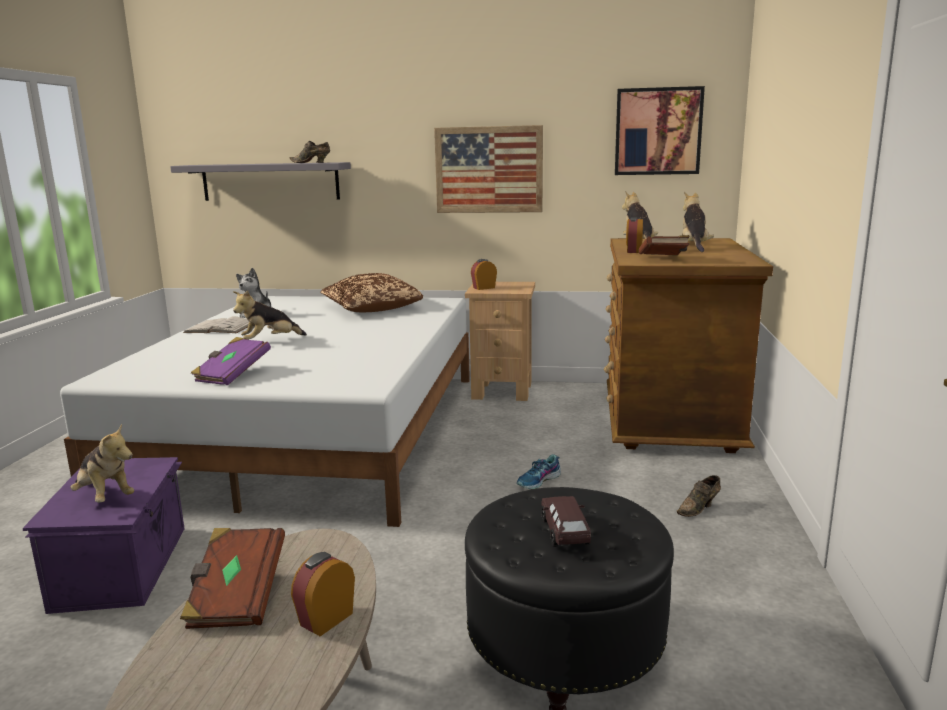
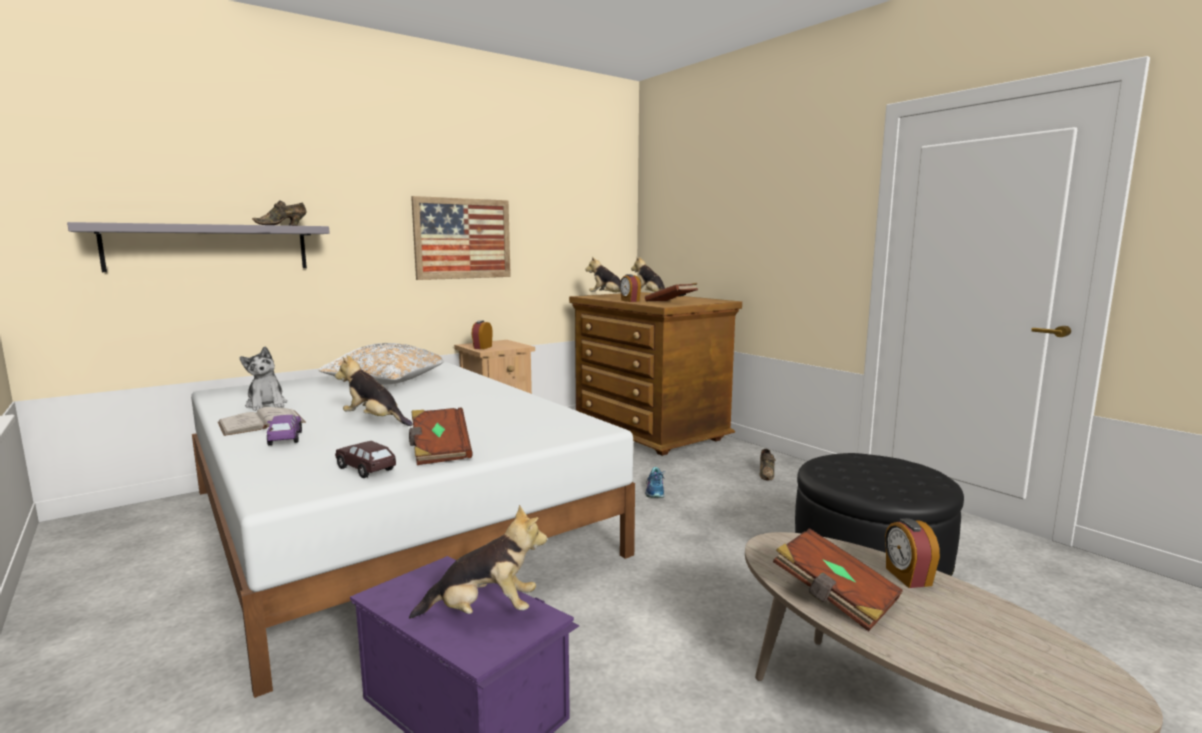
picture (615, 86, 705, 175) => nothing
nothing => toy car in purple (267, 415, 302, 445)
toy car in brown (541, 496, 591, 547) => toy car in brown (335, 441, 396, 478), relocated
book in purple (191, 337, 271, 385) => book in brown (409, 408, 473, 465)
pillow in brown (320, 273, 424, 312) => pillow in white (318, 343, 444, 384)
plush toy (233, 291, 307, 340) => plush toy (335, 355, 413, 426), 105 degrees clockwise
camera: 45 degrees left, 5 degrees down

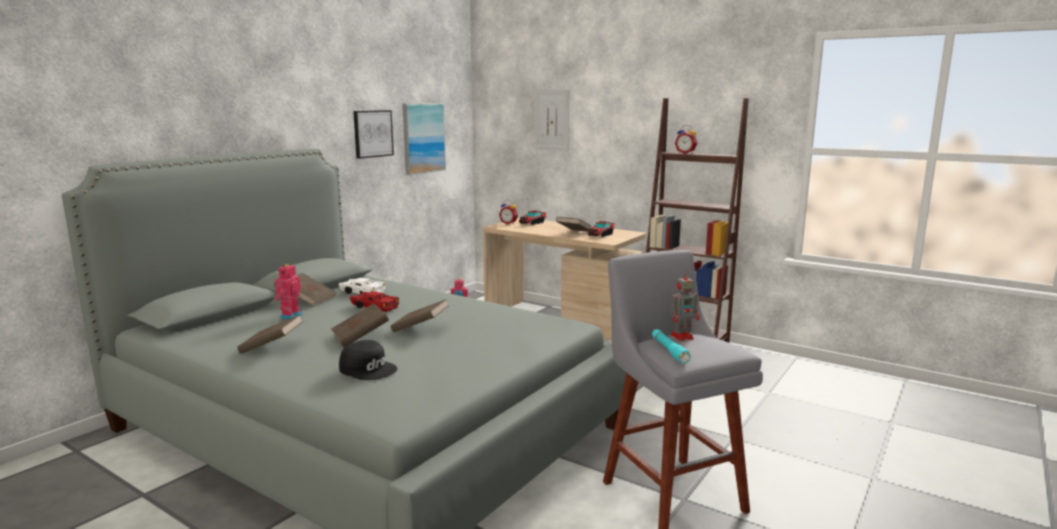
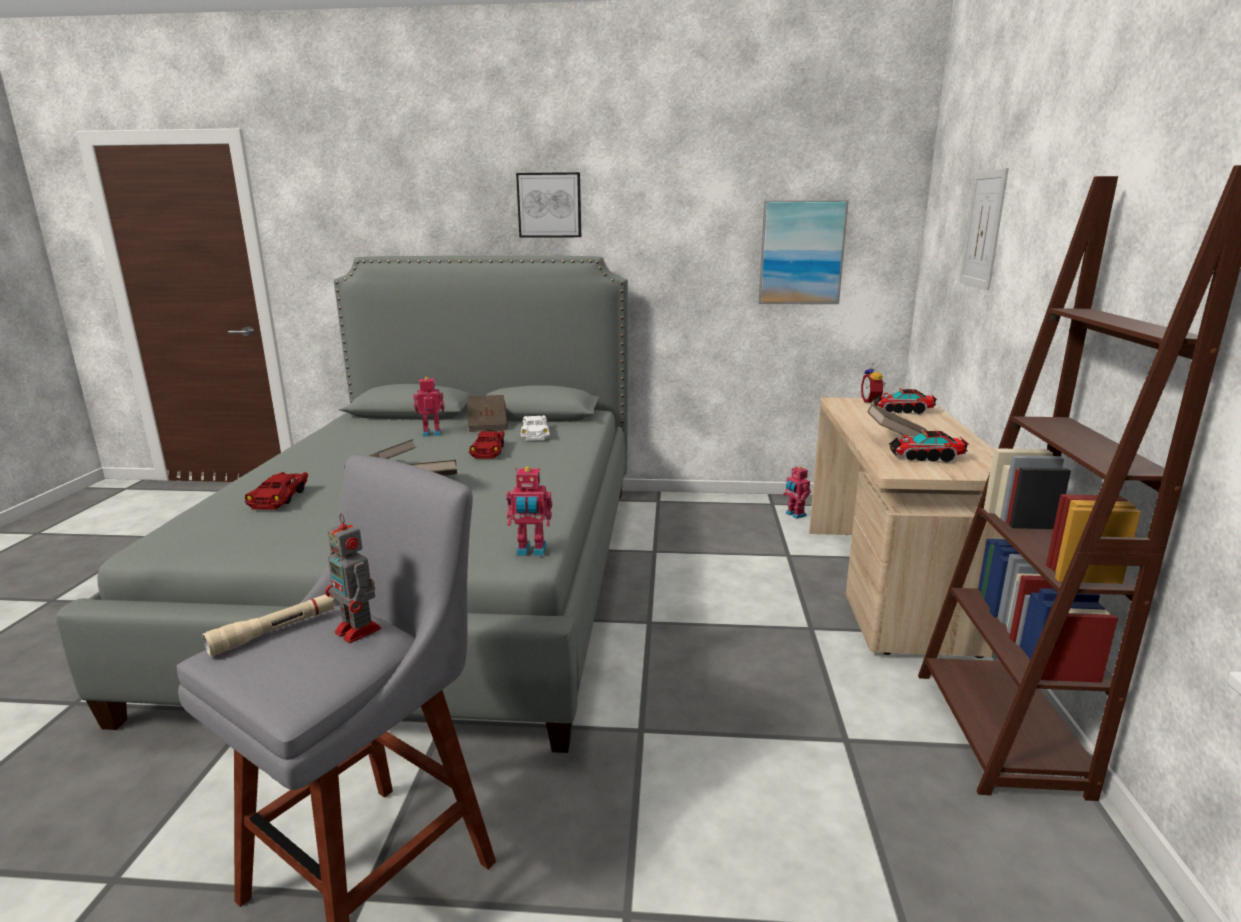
book in brown (237, 315, 304, 354) => nothing
alarm clock (675, 125, 697, 154) => nothing
nothing => toy robot (506, 467, 552, 556)
picture (353, 110, 394, 159) => picture (516, 172, 581, 238), relocated
cap in black (339, 340, 398, 380) => toy car in red (245, 472, 308, 510)
flashlight in turquoise (652, 329, 691, 364) => flashlight in beige (203, 594, 335, 656)
camera: 60 degrees right, 5 degrees up

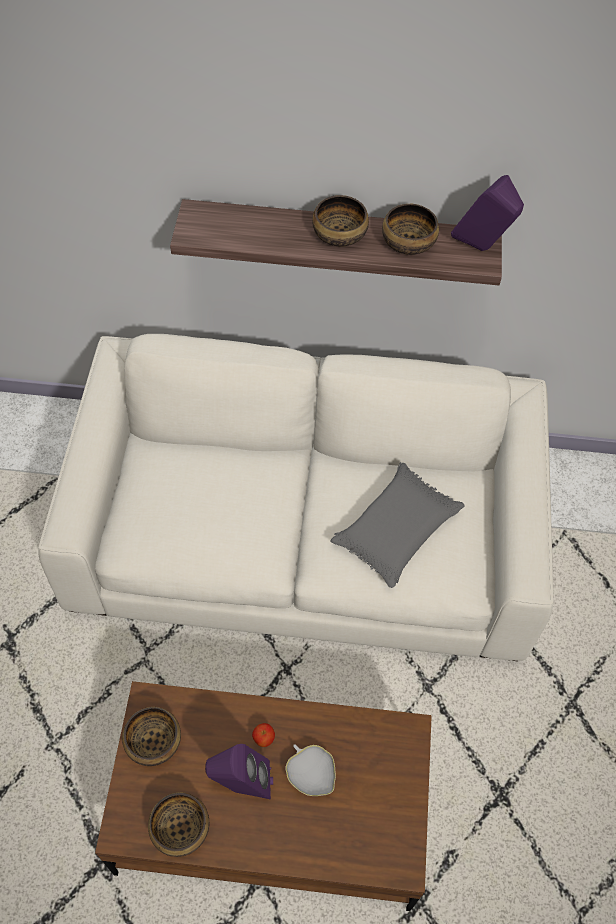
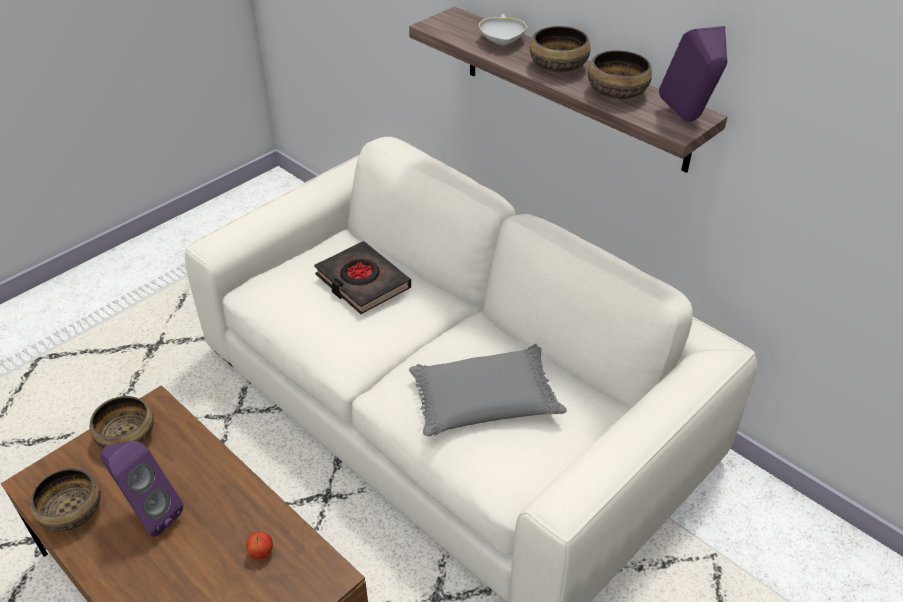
nothing => book in black (314, 241, 411, 314)
apple (252, 723, 275, 747) => apple (246, 532, 273, 559), relocated
bowl in white (285, 744, 336, 796) => bowl in white (479, 14, 527, 45), relocated
camera: 40 degrees right, 15 degrees down

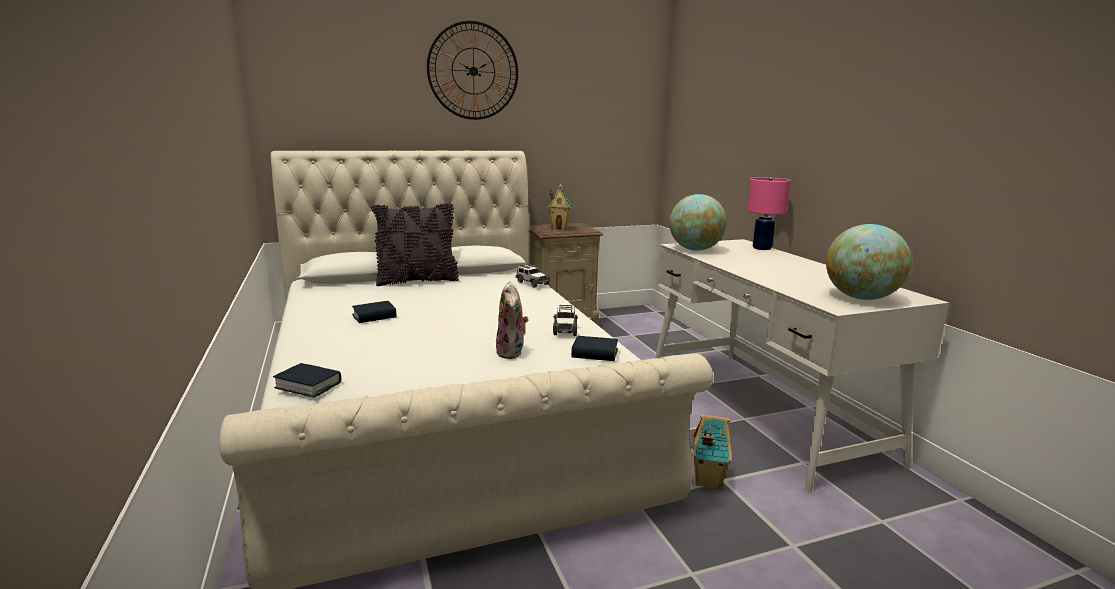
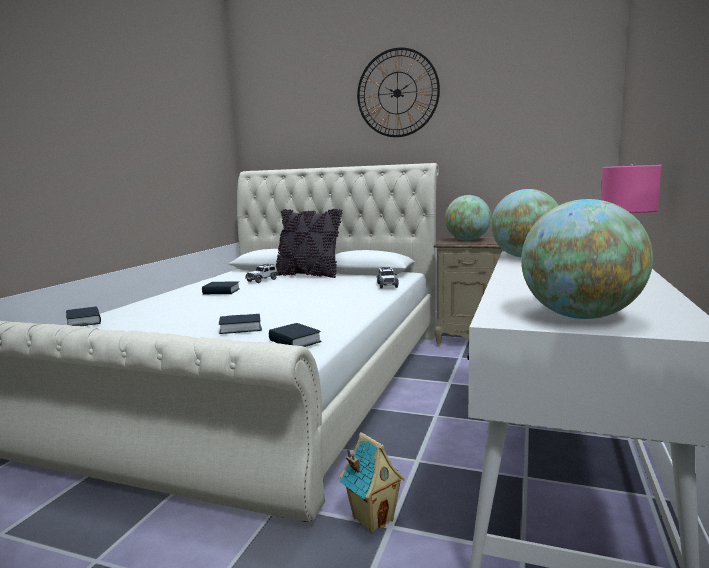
toy car (553, 304, 578, 336) => toy car (245, 264, 279, 283), relocated
plush toy (496, 281, 529, 359) => book (219, 314, 262, 334)
toy house (547, 184, 573, 230) => globe (445, 195, 491, 241)
camera: 40 degrees right, 5 degrees down

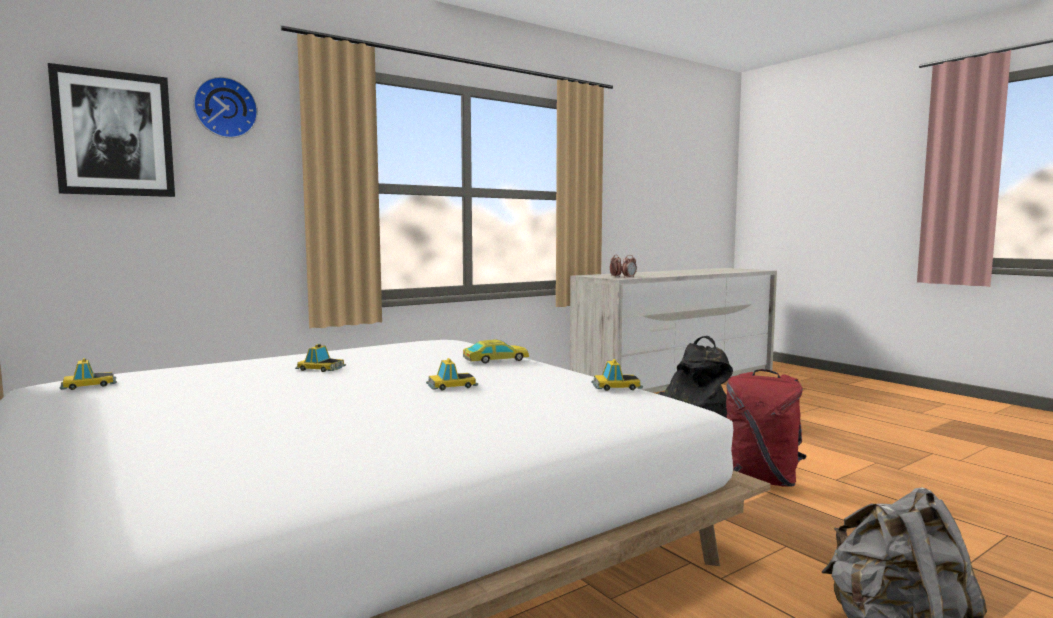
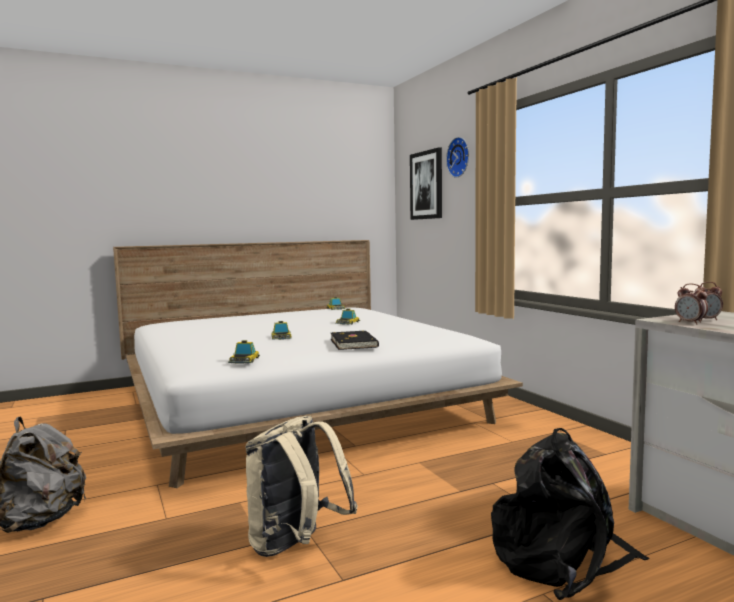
toy car (463, 339, 529, 364) => book in black (330, 330, 379, 350)
backpack in red (726, 369, 807, 487) => backpack in beige (245, 415, 358, 557)
camera: 100 degrees right, 0 degrees up

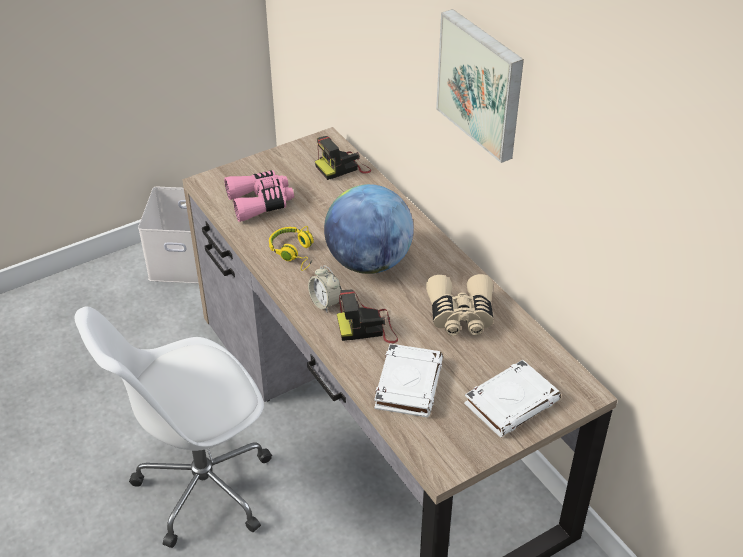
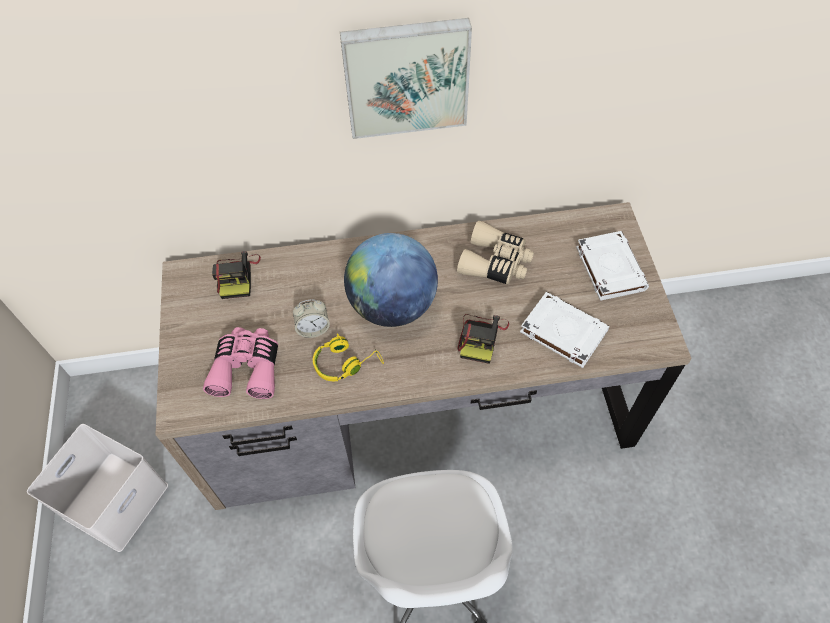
alarm clock (308, 265, 341, 312) => alarm clock (293, 299, 330, 338), relocated
camera: 65 degrees left, 15 degrees up

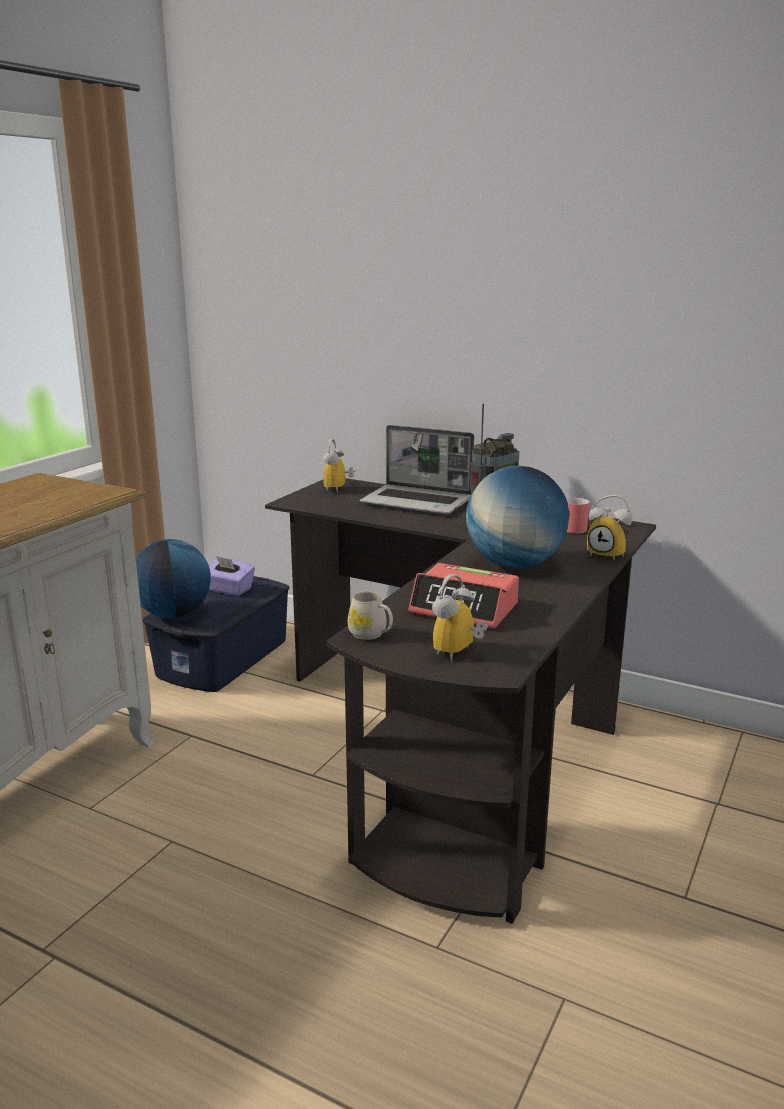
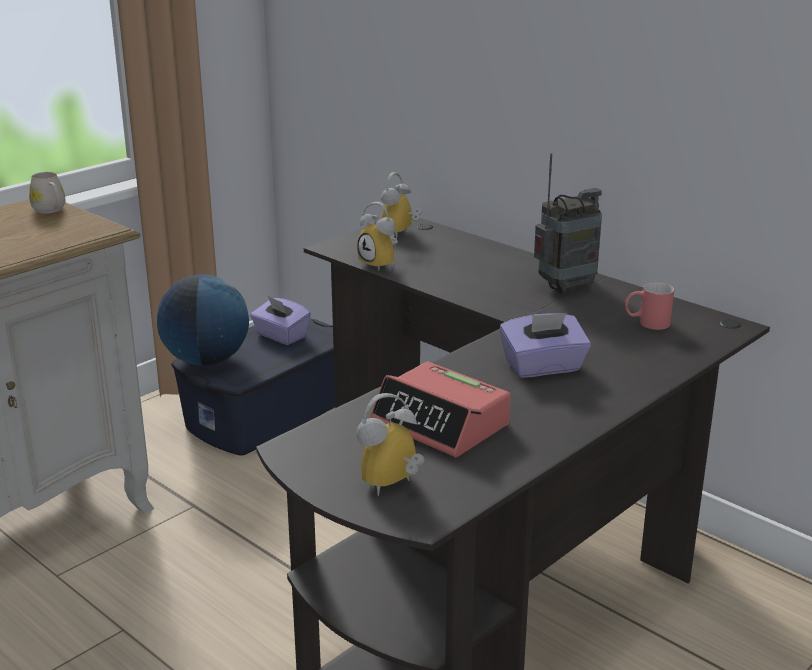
laptop (360, 425, 474, 515) => nothing
mug in white (348, 592, 393, 640) => mug in white (29, 172, 65, 213), relocated
alarm clock (587, 495, 632, 560) => alarm clock (357, 202, 398, 271), relocated
globe (466, 466, 569, 568) => tissue box in purple (500, 313, 591, 378)
camera: 15 degrees right, 5 degrees up

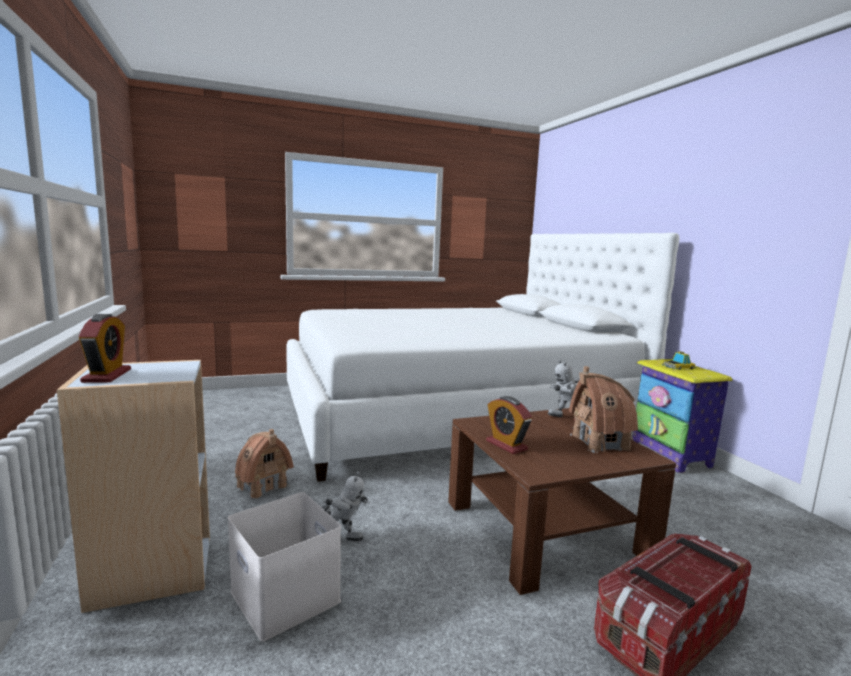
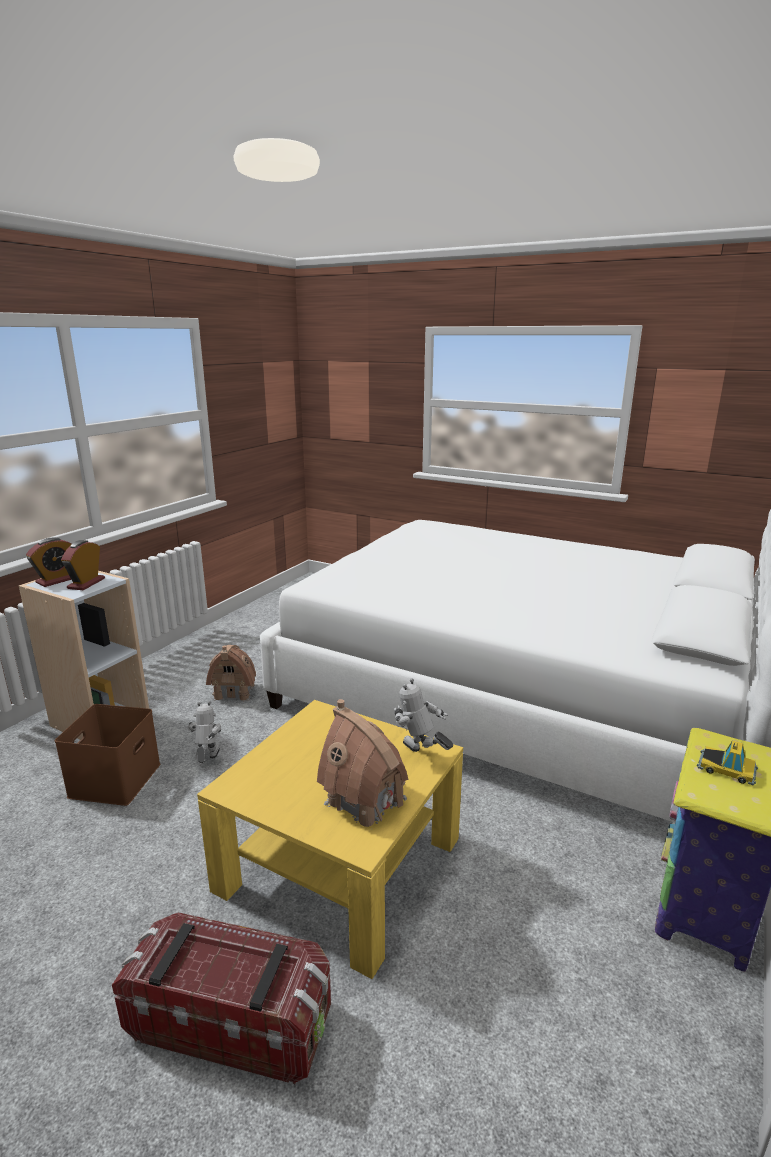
alarm clock (486, 396, 532, 454) => alarm clock (61, 540, 105, 590), relocated
storage box in white (228, 492, 341, 641) => storage box in brown (55, 704, 161, 806)
coffee table in brown (448, 408, 676, 595) => coffee table in yellow (197, 700, 463, 979)
toy robot (321, 472, 370, 541) => toy robot (187, 701, 221, 764), 150 degrees counterclockwise
camera: 50 degrees right, 10 degrees up

